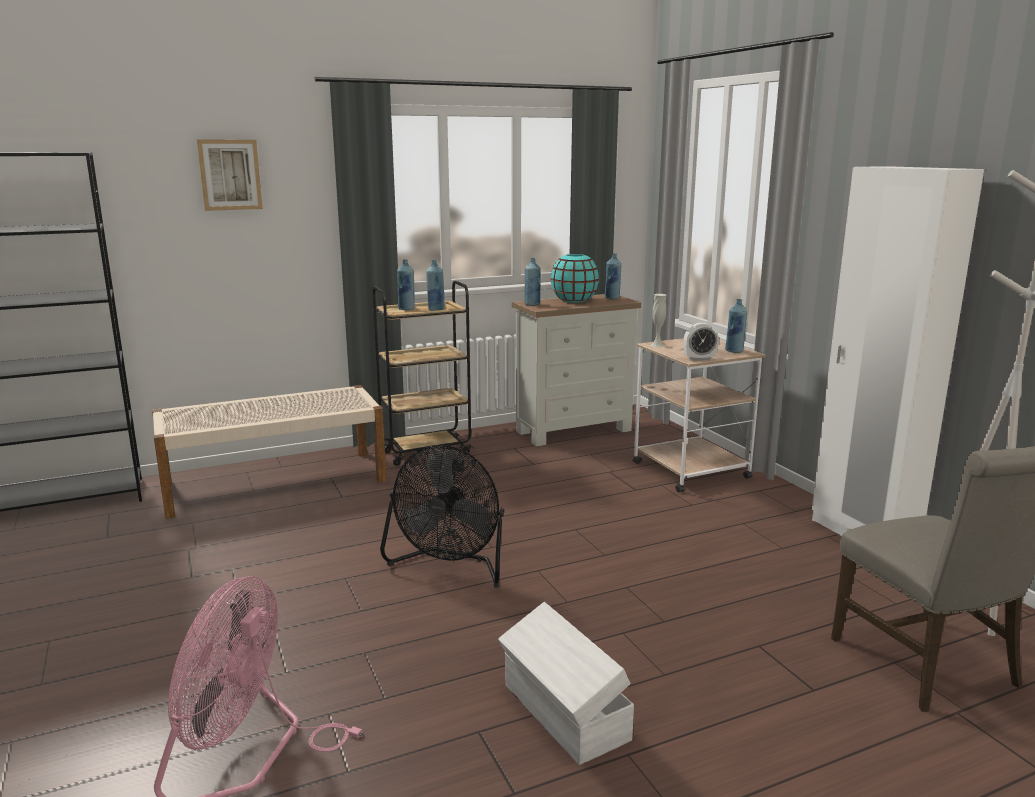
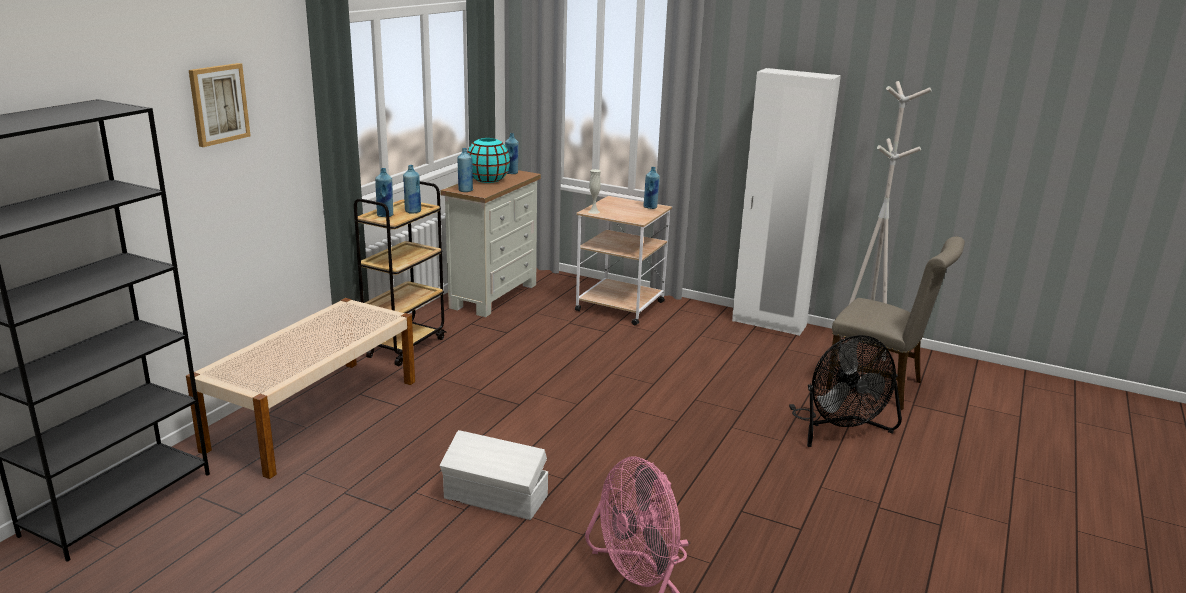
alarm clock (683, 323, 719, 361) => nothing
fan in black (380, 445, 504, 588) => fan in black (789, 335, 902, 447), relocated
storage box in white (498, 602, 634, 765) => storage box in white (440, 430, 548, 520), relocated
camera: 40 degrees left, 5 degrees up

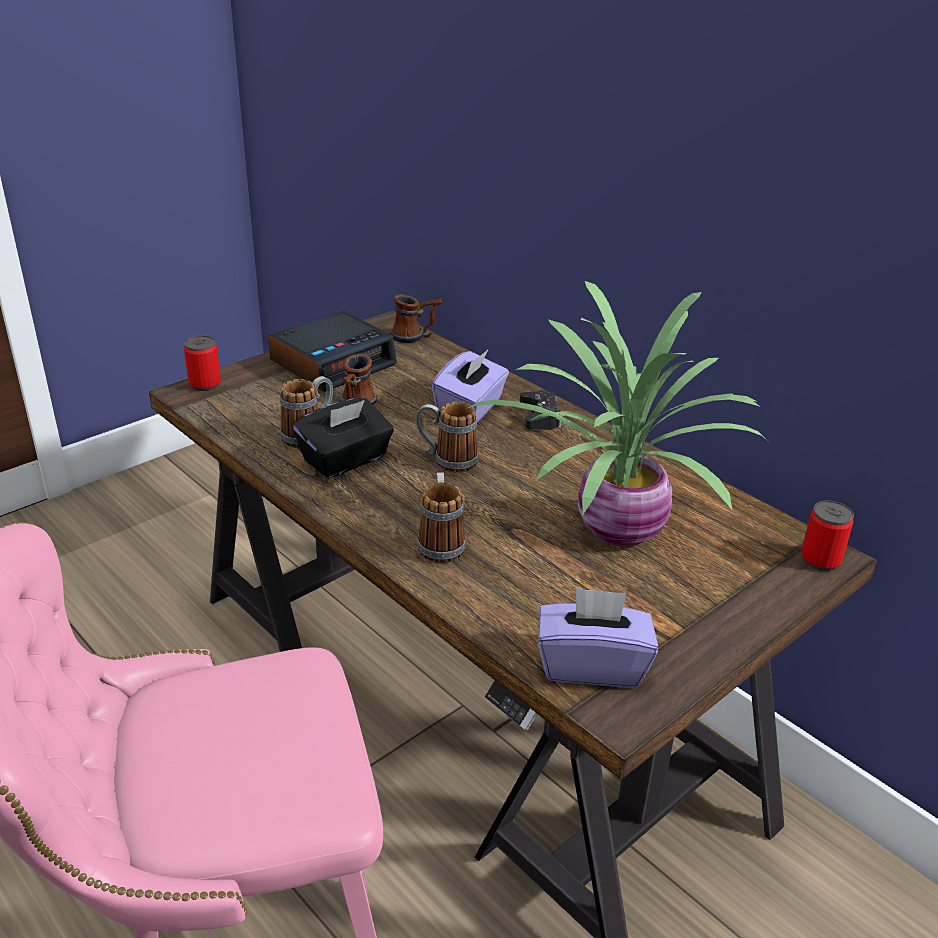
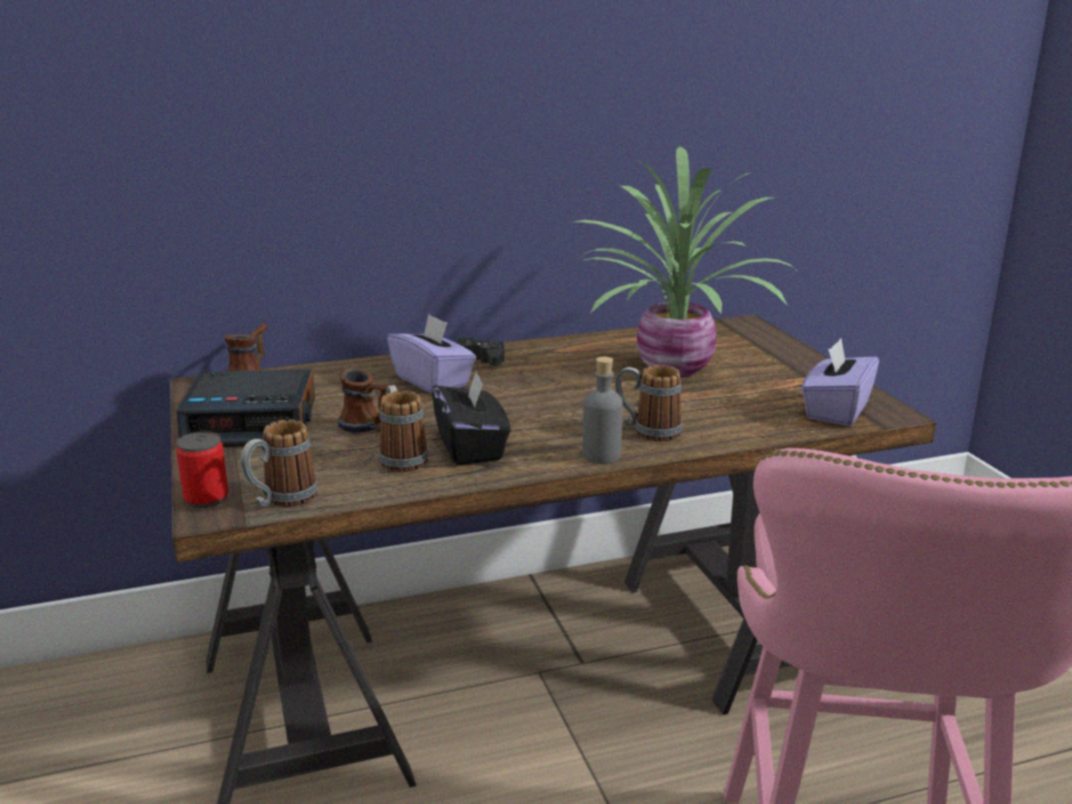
can (801, 501, 854, 571) => nothing
nothing => bottle in grey (582, 357, 623, 464)
mug (416, 402, 478, 473) => mug (241, 419, 318, 507), relocated
alarm clock (268, 311, 397, 392) => alarm clock (177, 369, 315, 447), 105 degrees clockwise
camera: 65 degrees left, 10 degrees down

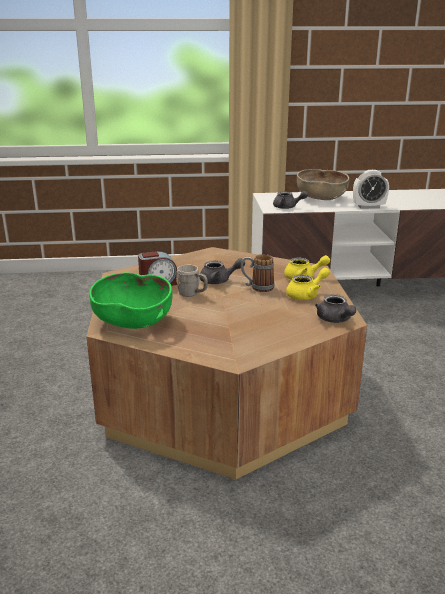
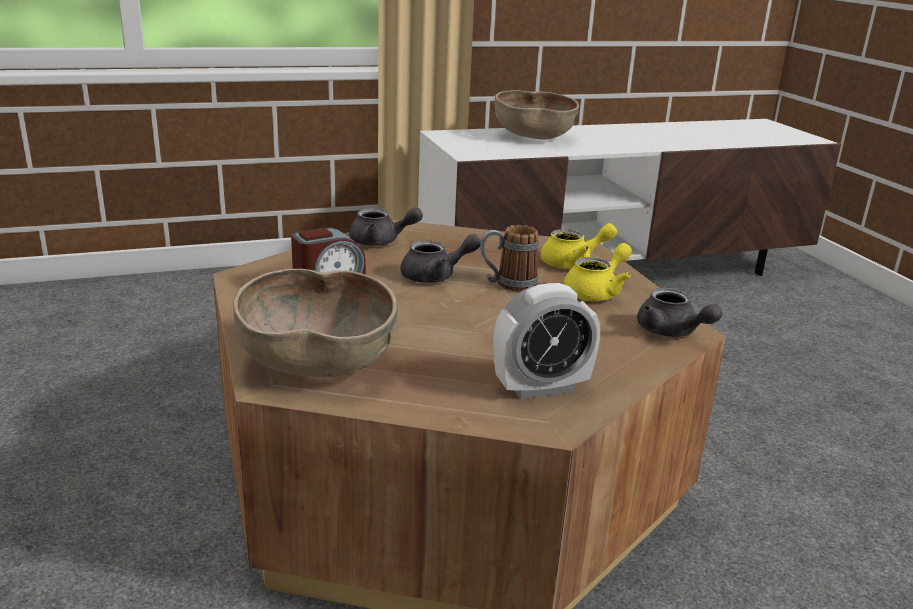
mug in grey (176, 265, 208, 297) => nothing
teapot in grey (273, 191, 308, 209) => teapot in grey (349, 207, 423, 246), relocated
alarm clock (353, 170, 389, 209) => alarm clock (493, 283, 600, 399), relocated
bowl in green (89, 272, 172, 329) => bowl in brown (233, 269, 398, 378)
camera: 15 degrees left, 0 degrees up

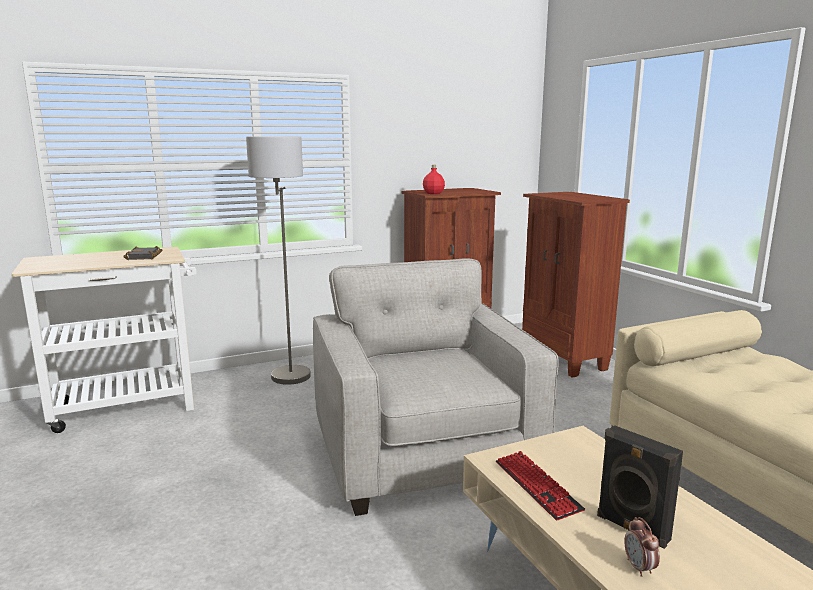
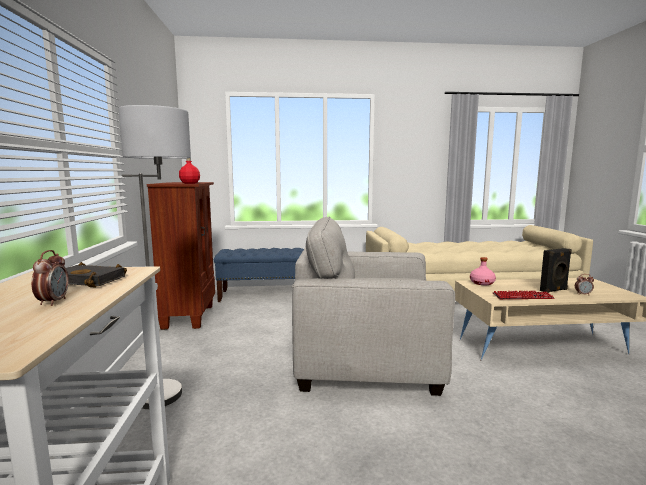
nothing => alarm clock (31, 250, 69, 306)
nothing => bottle in pink (470, 257, 496, 285)
cabinet in brown (522, 192, 630, 377) => bench in blue (214, 248, 304, 302)
camera: 70 degrees left, 5 degrees down

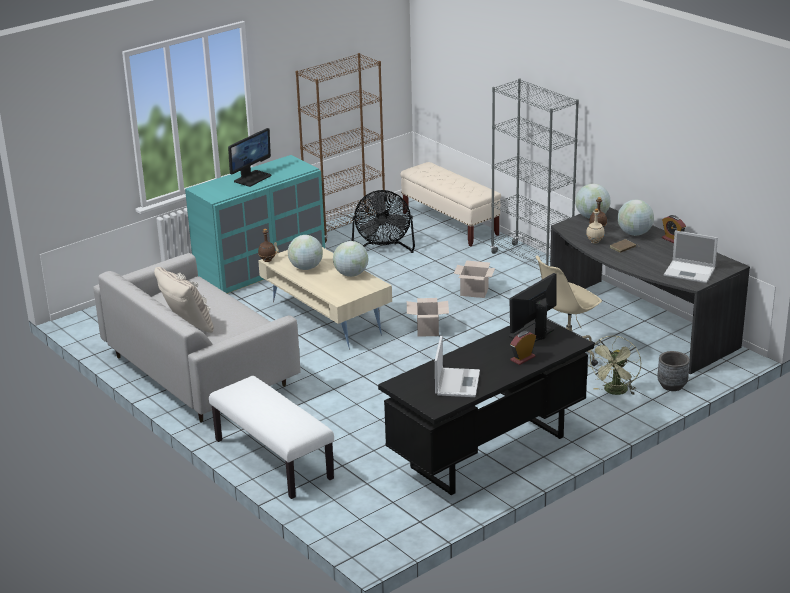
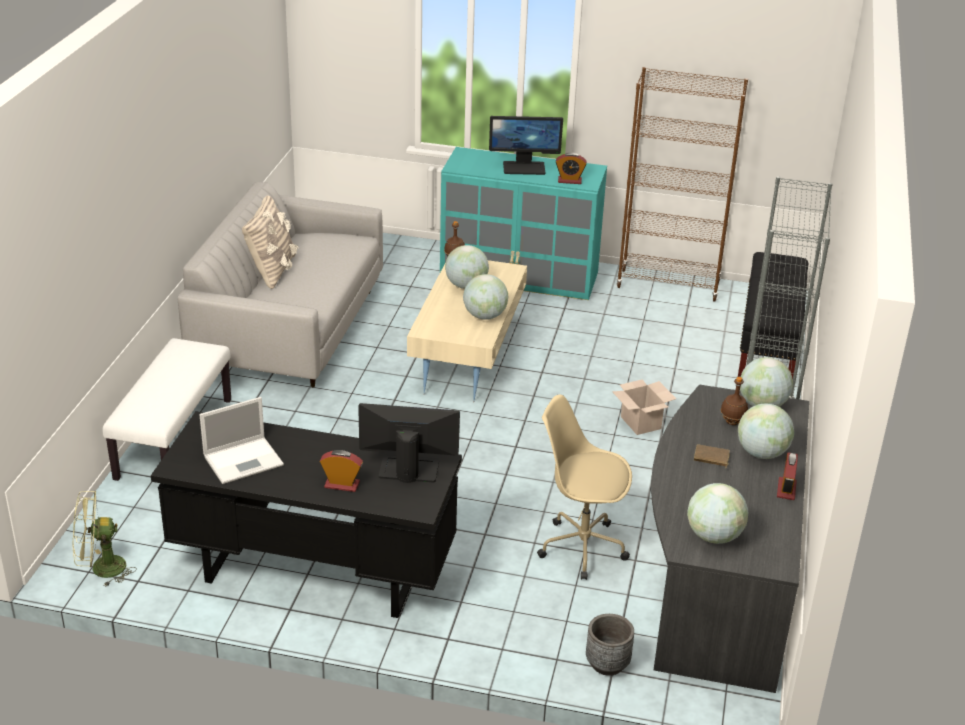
fan in black (352, 190, 415, 253) => nothing
cardboard box (407, 298, 449, 337) => nothing
bottle in beige (586, 209, 605, 244) => nothing
nothing => alarm clock (556, 153, 587, 184)
fan in green (589, 336, 641, 395) => fan in green (73, 491, 137, 587), relocated
laptop (664, 230, 718, 283) => globe (687, 483, 748, 544)
bench in beige (400, 162, 501, 247) => bench in black (738, 252, 809, 379)
camera: 50 degrees right, 5 degrees up

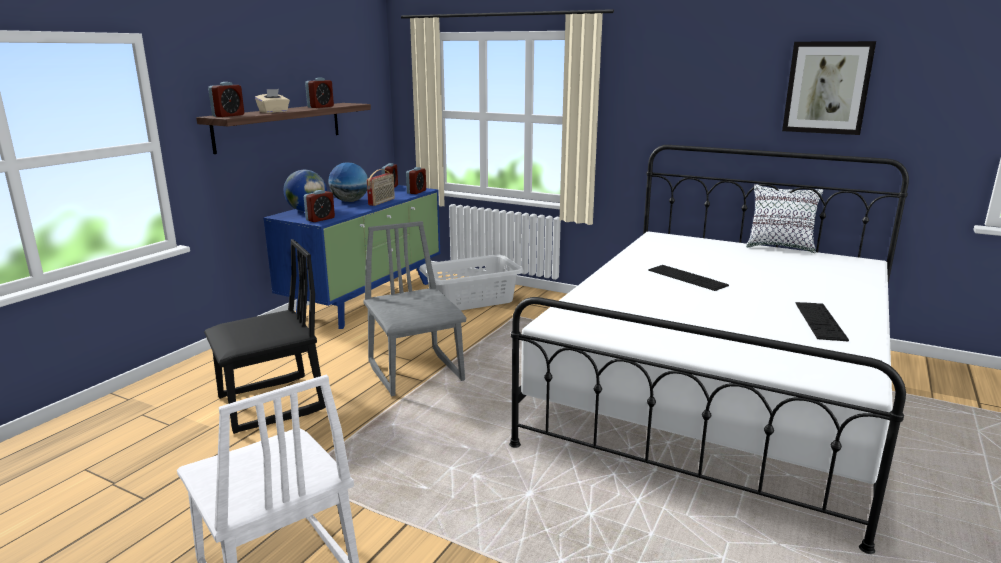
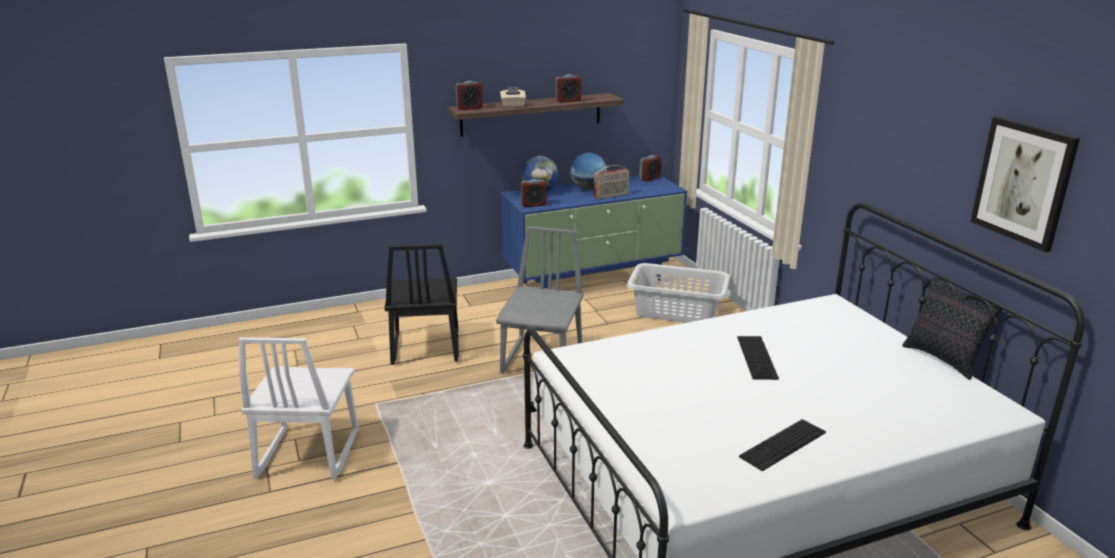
alarm clock (406, 167, 426, 194) => nothing
pillow in white (746, 184, 823, 253) => pillow in black (902, 276, 1002, 380)
chair in black (204, 239, 326, 434) => chair in black (384, 244, 459, 365), 75 degrees clockwise
camera: 40 degrees right, 5 degrees up

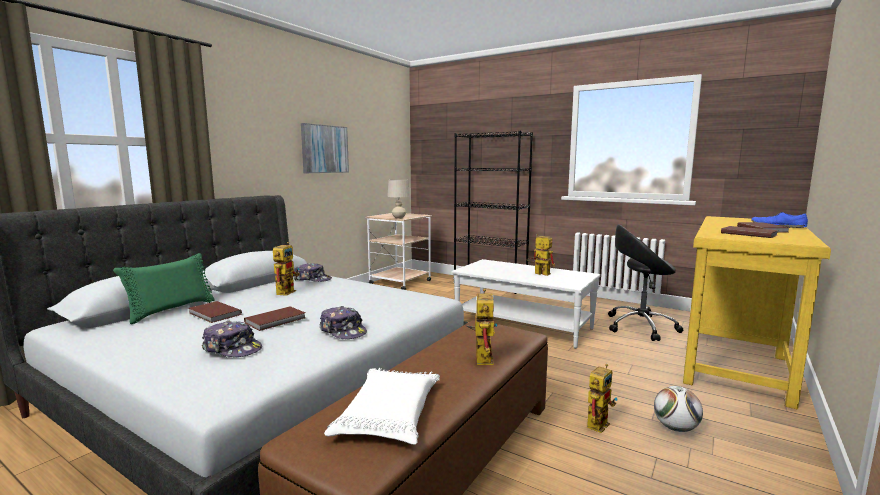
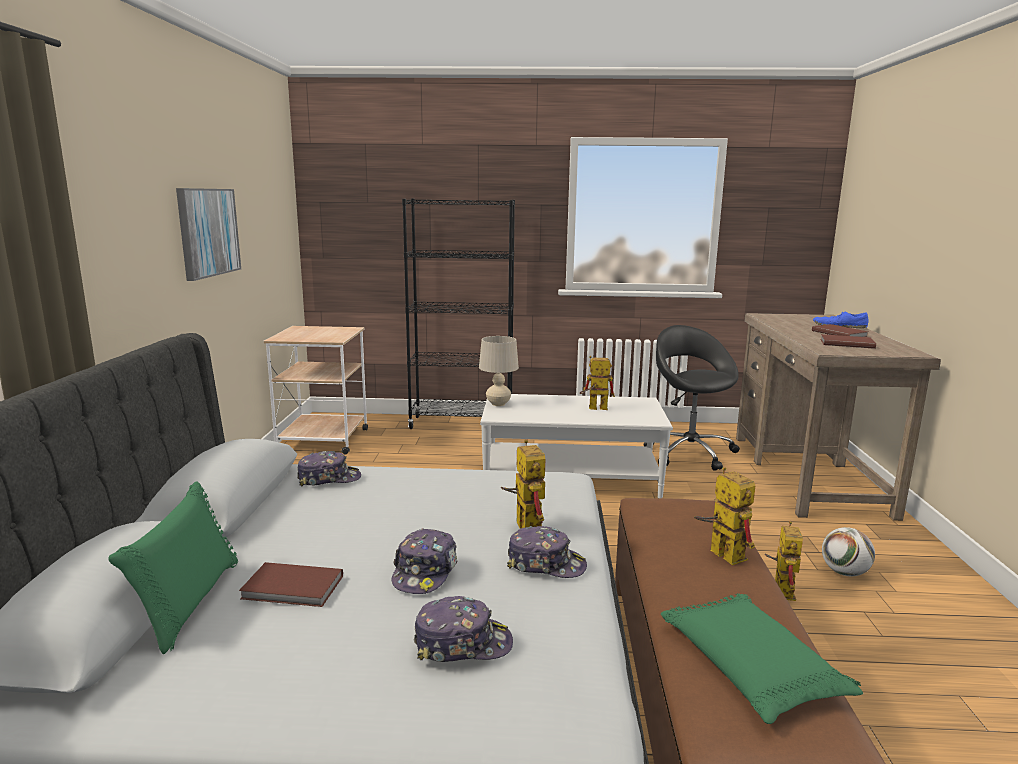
toy robot (273, 242, 300, 296) => toy robot (501, 439, 545, 529), relocated
table lamp in beige (387, 180, 410, 219) => table lamp in beige (479, 336, 519, 406), relocated
book in brown (244, 306, 305, 331) => cap (391, 528, 458, 594)
pillow in white (324, 368, 440, 445) => pillow in green (661, 594, 863, 724)
desk in yellow (683, 216, 831, 409) => desk in brown (736, 313, 941, 521)
office chair in black (608, 224, 683, 341) => office chair in black (643, 325, 740, 471), 75 degrees clockwise
camera: 30 degrees left, 5 degrees up

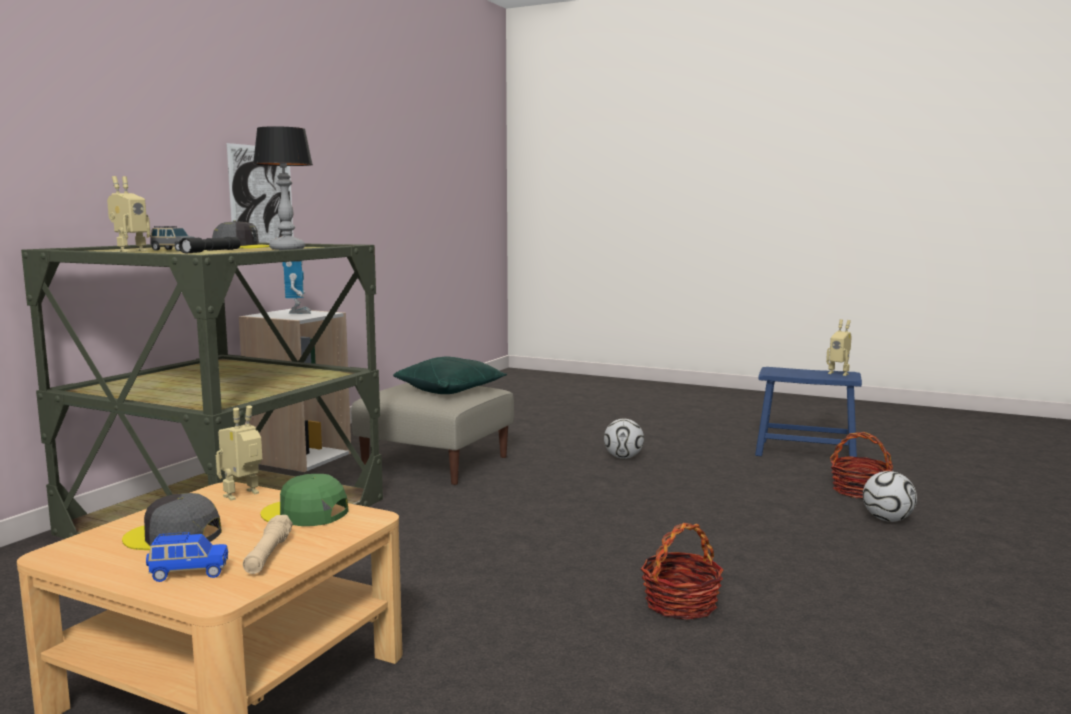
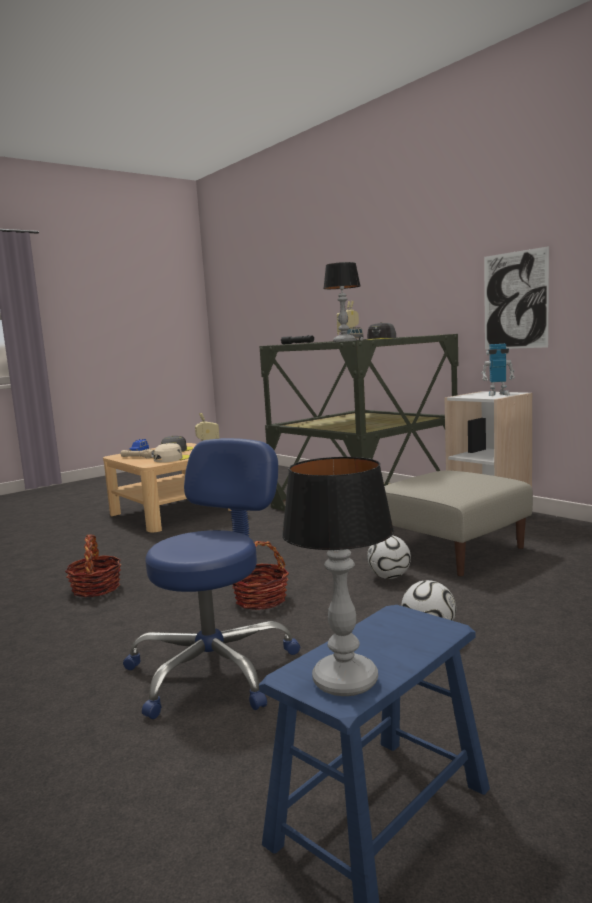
pillow in green (393, 357, 507, 394) => nothing
nothing => office chair in blue (123, 438, 301, 719)
basket (830, 432, 893, 498) => basket (232, 541, 289, 610), relocated
football (863, 471, 917, 522) => football (367, 535, 411, 579), relocated
toy robot (826, 319, 852, 376) => table lamp (282, 457, 394, 696)
cap in green (260, 474, 348, 526) => cap in beige (154, 443, 190, 463)
camera: 115 degrees right, 0 degrees up

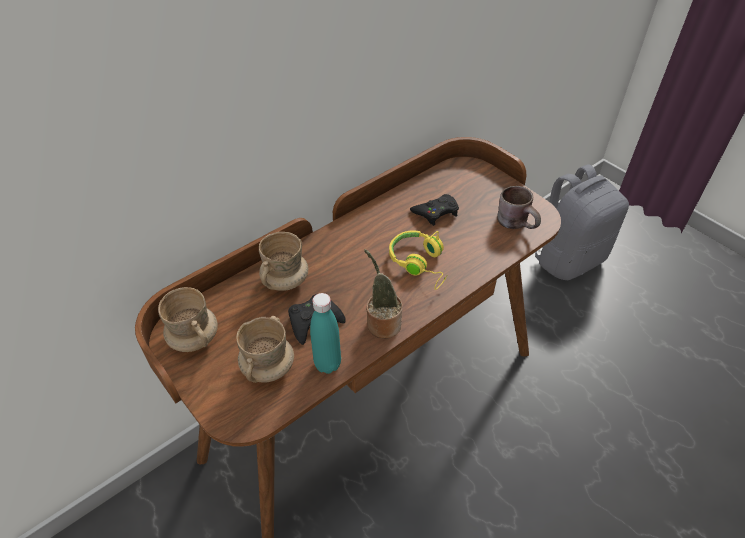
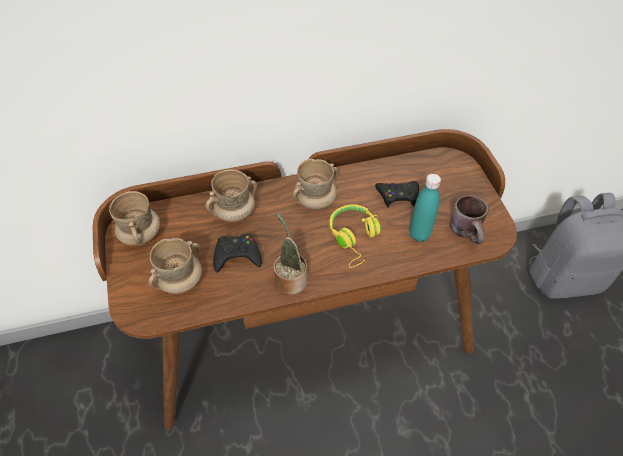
nothing => mug in beige (292, 158, 338, 209)
bottle in turquoise (310, 293, 341, 374) => bottle in turquoise (409, 174, 441, 242), relocated
camera: 25 degrees right, 5 degrees up

